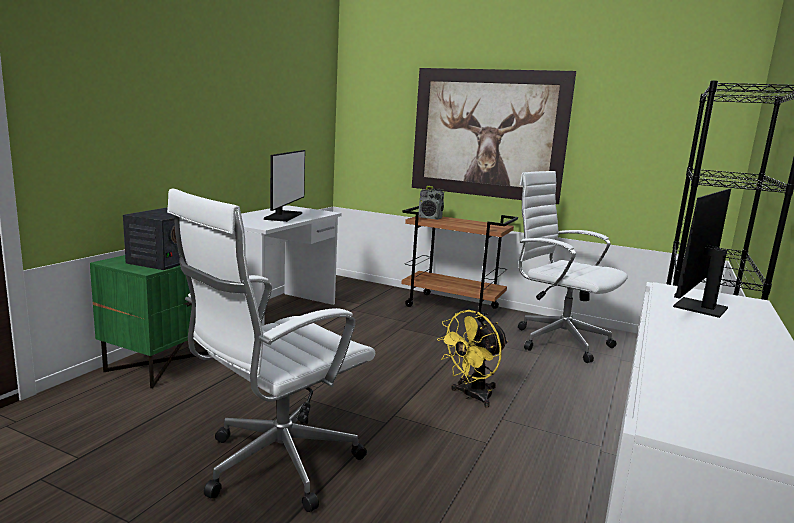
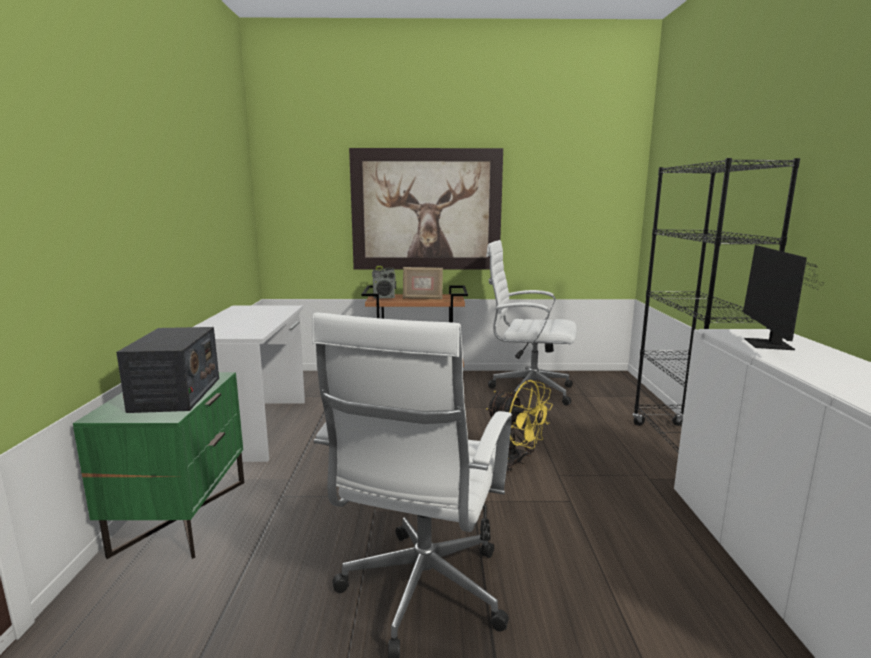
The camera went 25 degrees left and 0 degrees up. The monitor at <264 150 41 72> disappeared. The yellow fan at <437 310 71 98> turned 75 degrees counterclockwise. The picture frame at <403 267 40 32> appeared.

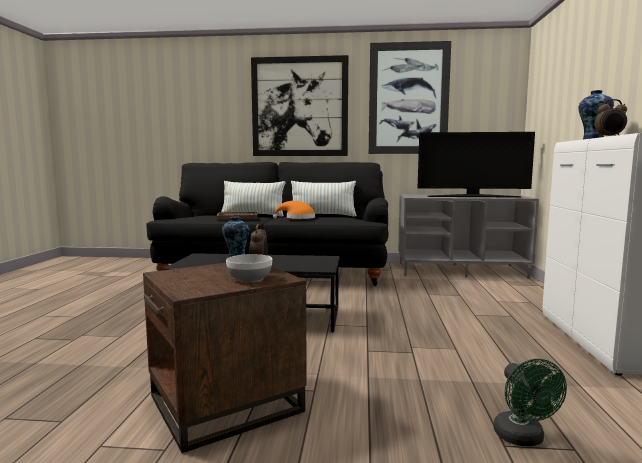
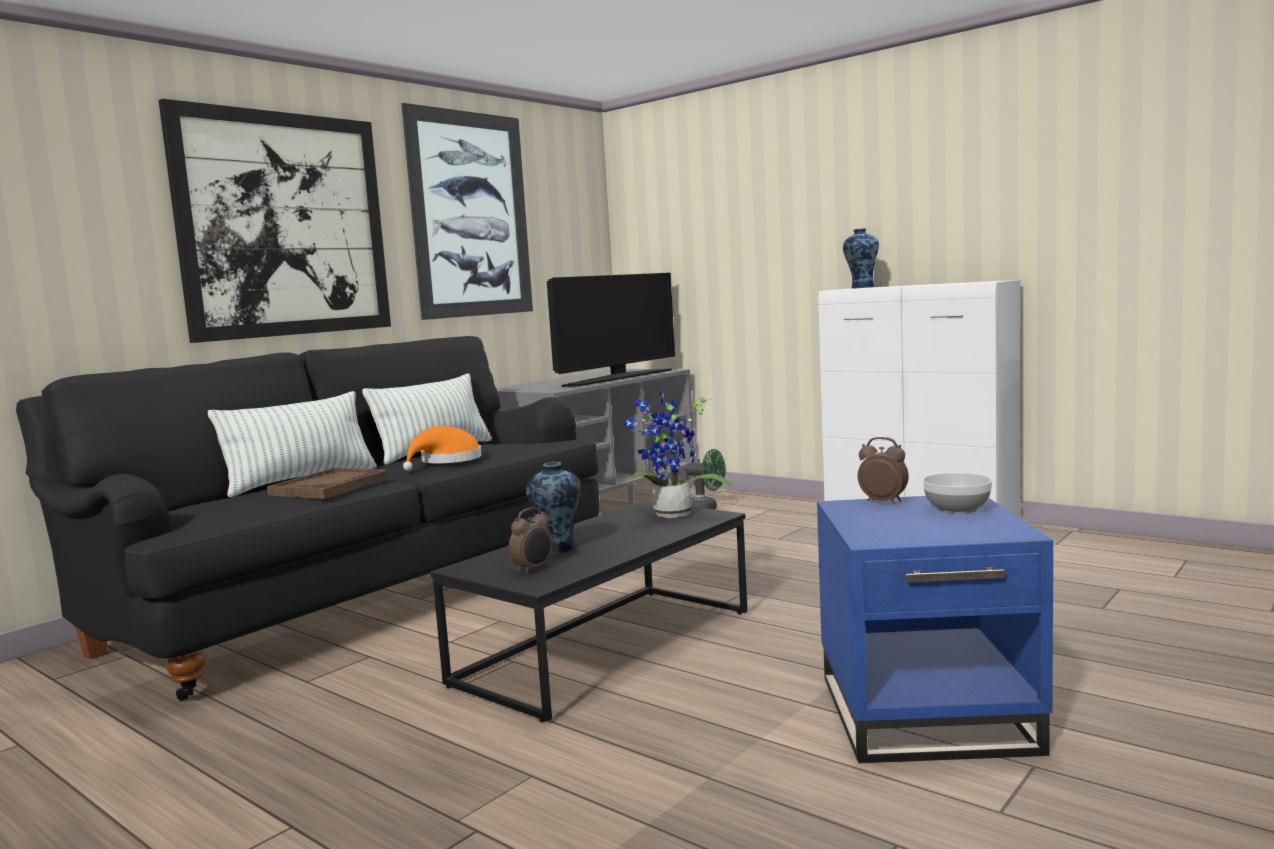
The camera went 55 degrees left and 0 degrees up. The brown side table at <143 263 164 190> became the blue side table at <817 496 236 267>. The green fan moved from <493 359 74 87> to <685 449 41 60>. The alarm clock moved from <595 99 32 38> to <509 508 44 66>. The potted plant at <623 390 109 128> appeared.

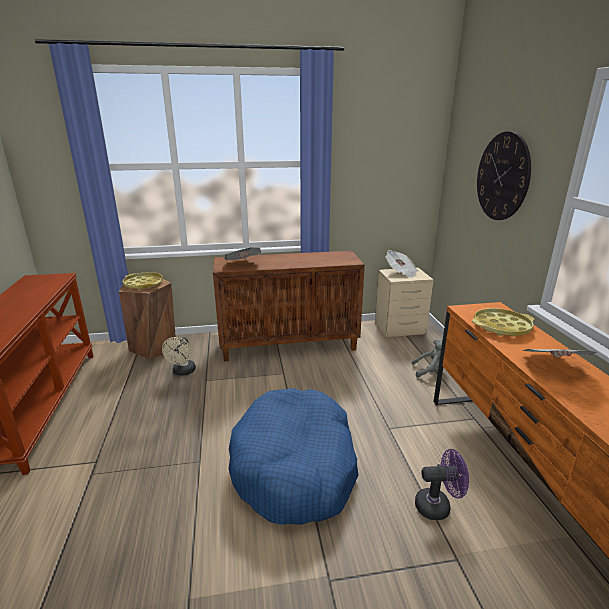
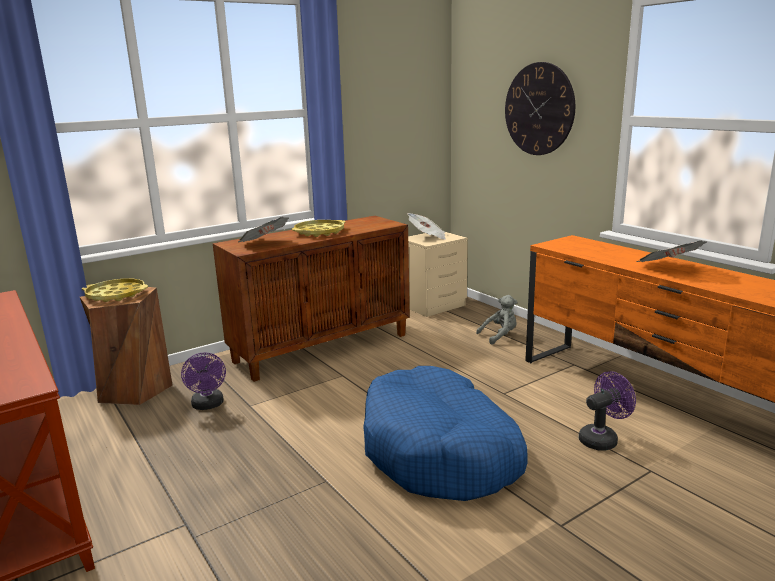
The camera went 25 degrees left and 5 degrees down. The beige fan at <162 337 34 39> became the purple fan at <181 352 45 58>. The yellow tray moved from <472 308 62 29> to <292 220 54 17>.

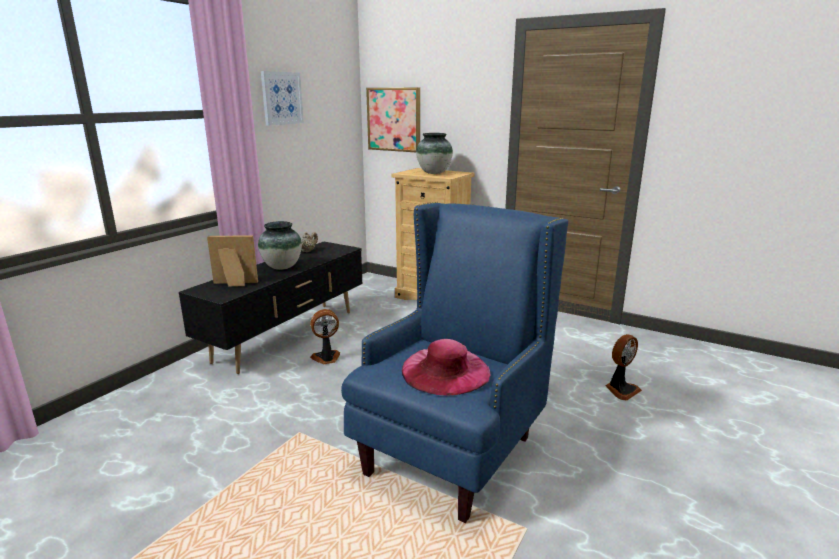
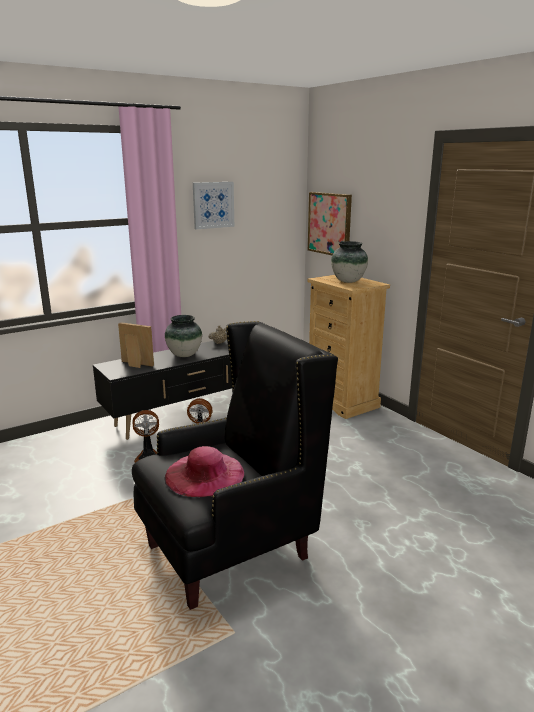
The camera went 25 degrees right and 0 degrees up. The blue armchair at <341 202 227 321> became the black armchair at <132 321 206 289>. The fan moved from <605 334 37 67> to <132 410 27 53>.

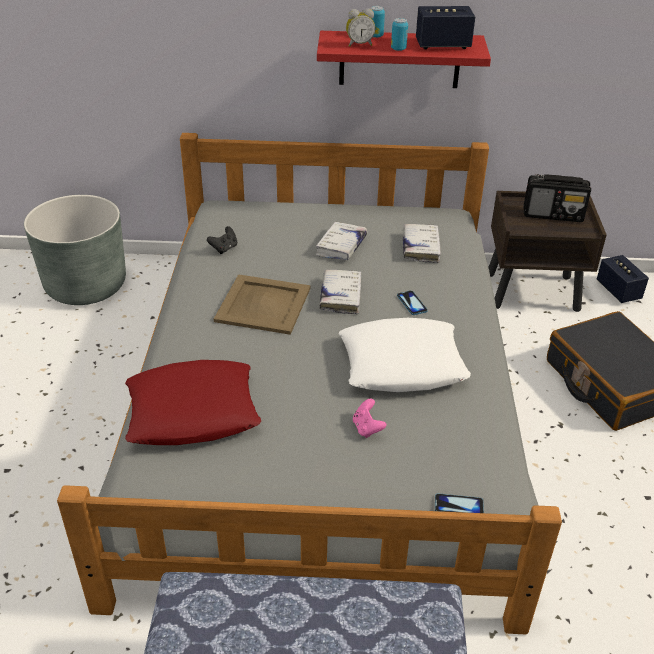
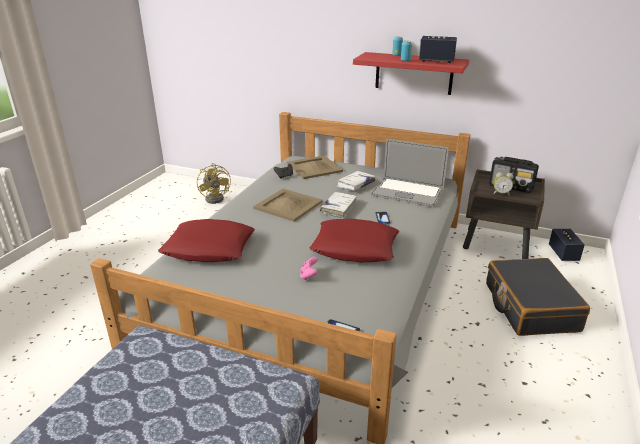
The camera went 20 degrees right and 10 degrees down. The grey planter at <24 195 102 110> was replaced by the yellow fan at <197 163 34 41>. The white pillow at <339 318 132 74> became the red pillow at <309 219 91 43>. The alarm clock moved from <346 8 29 39> to <493 172 20 23>. The white book at <403 224 38 39> was replaced by the laptop at <371 139 78 68>. The beige tray at <287 156 56 23> appeared.

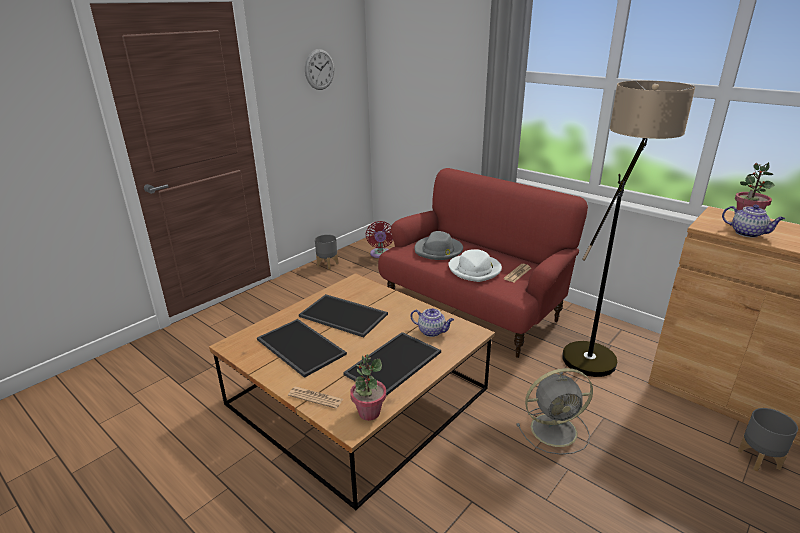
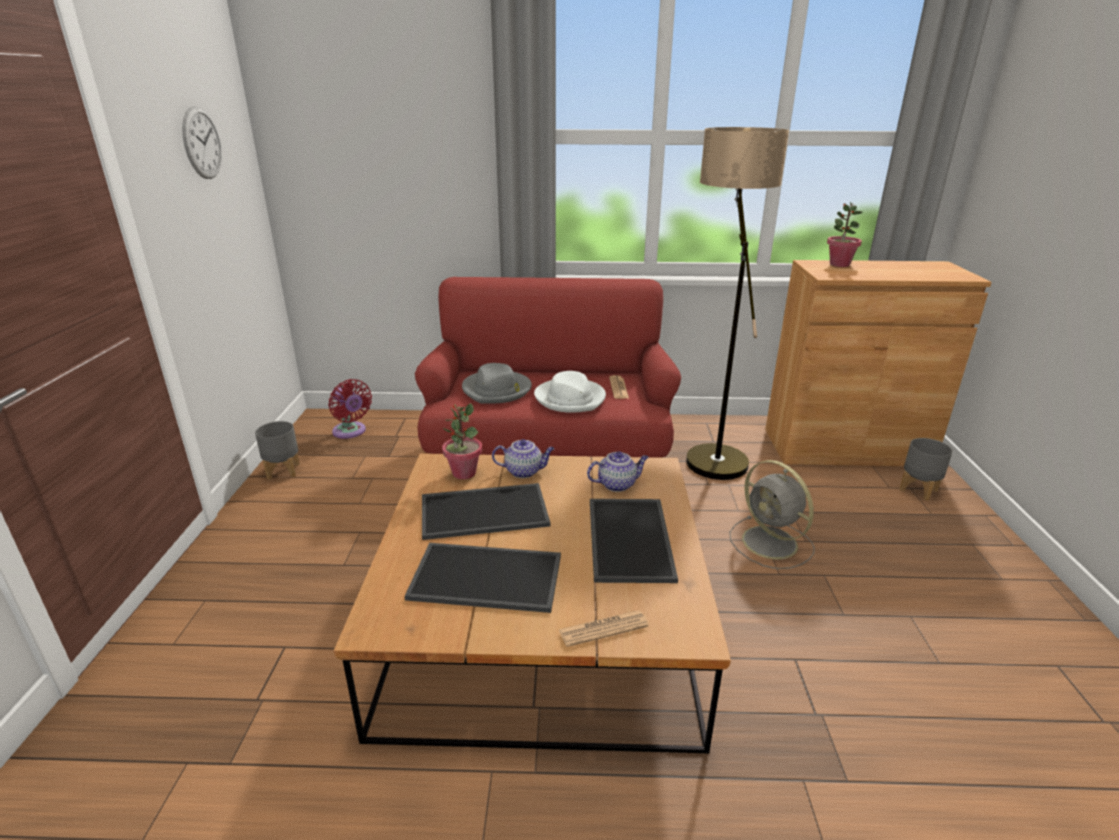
The camera went 40 degrees left and 0 degrees up. The potted plant moved from <350 354 36 67> to <442 403 40 76>. The grey fan at <516 368 77 87> turned 105 degrees clockwise. The teapot moved from <722 205 63 33> to <492 439 63 39>.

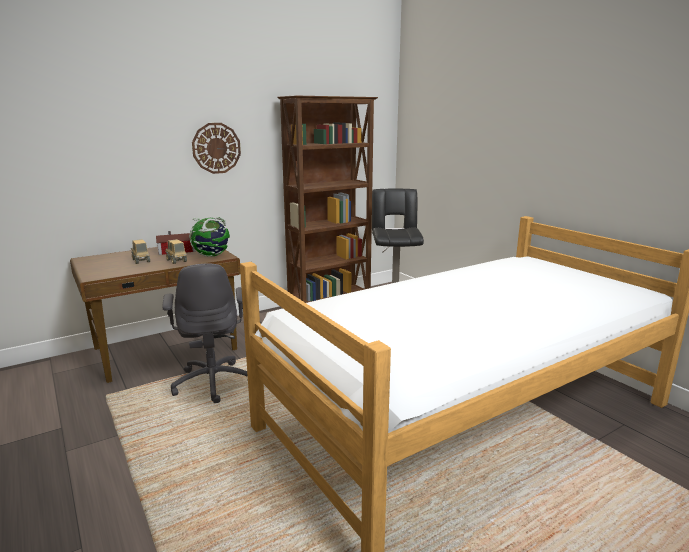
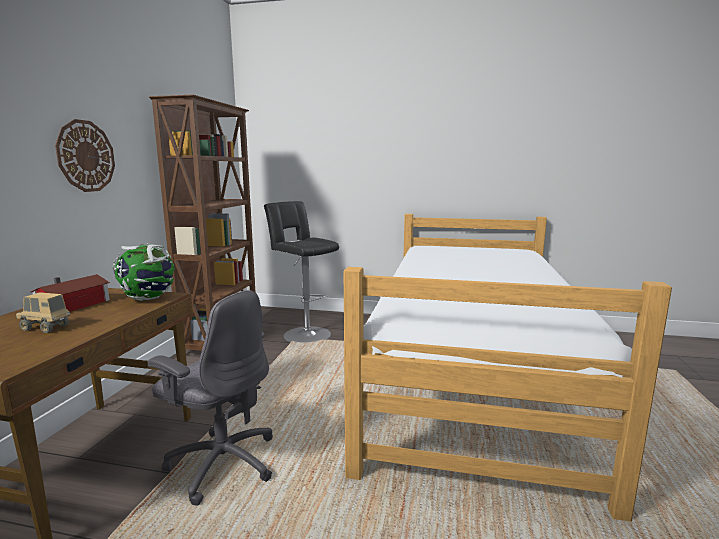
The camera went 45 degrees left and 5 degrees down. The toy truck at <166 239 21 25> disappeared.

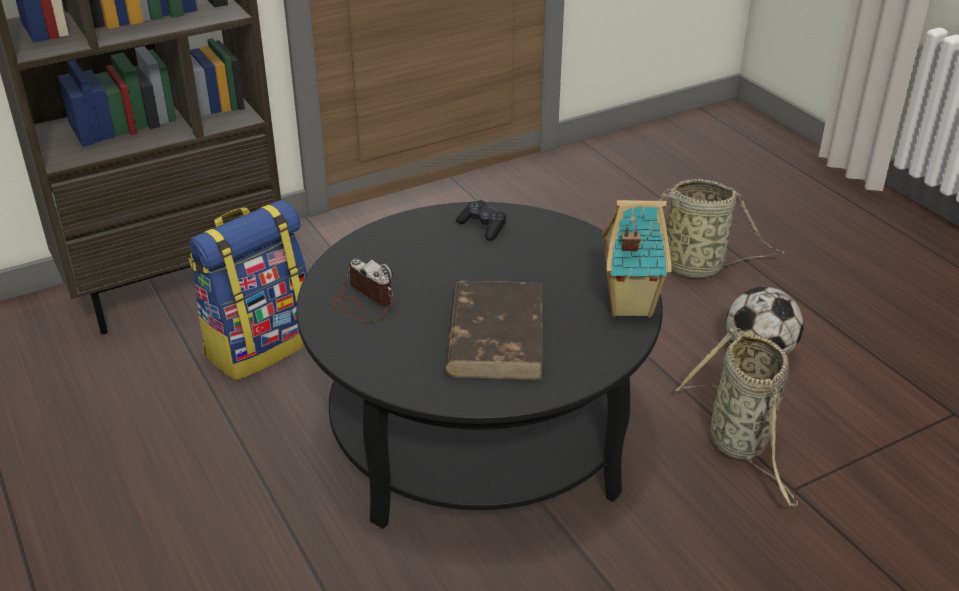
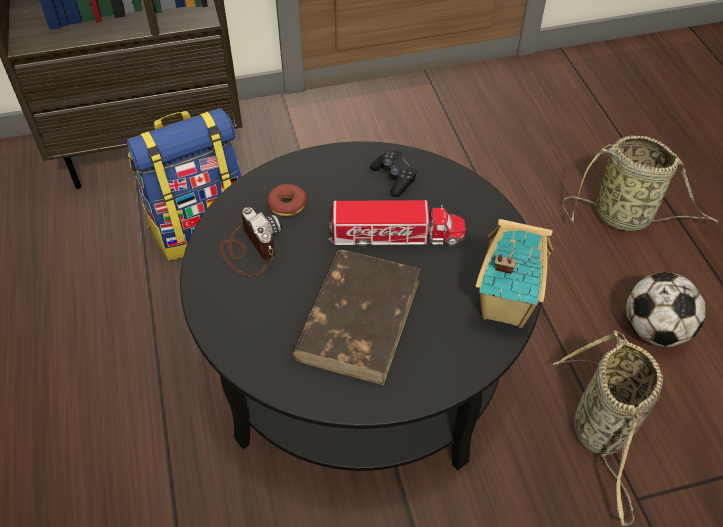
The camera went 15 degrees right and 15 degrees up. The donut at <267 184 40 32> appeared. The toy truck at <328 200 138 46> appeared.

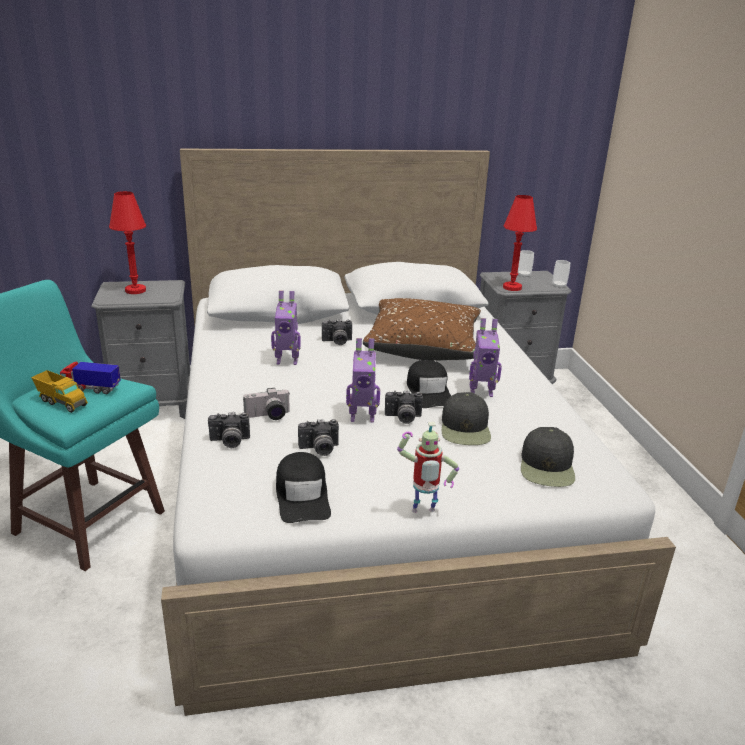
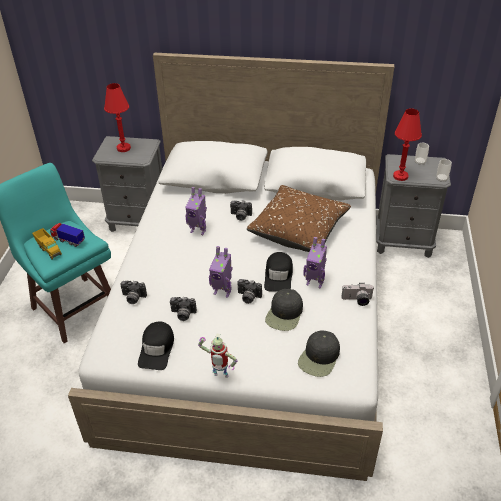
The camera went 20 degrees right and 15 degrees up. The photo camera moved from <243 388 47 32> to <341 283 33 23>.

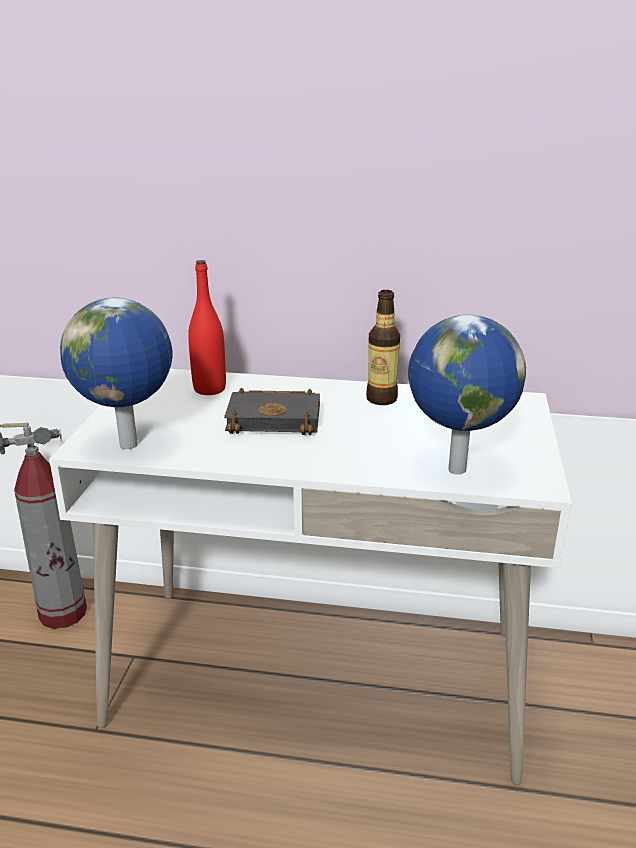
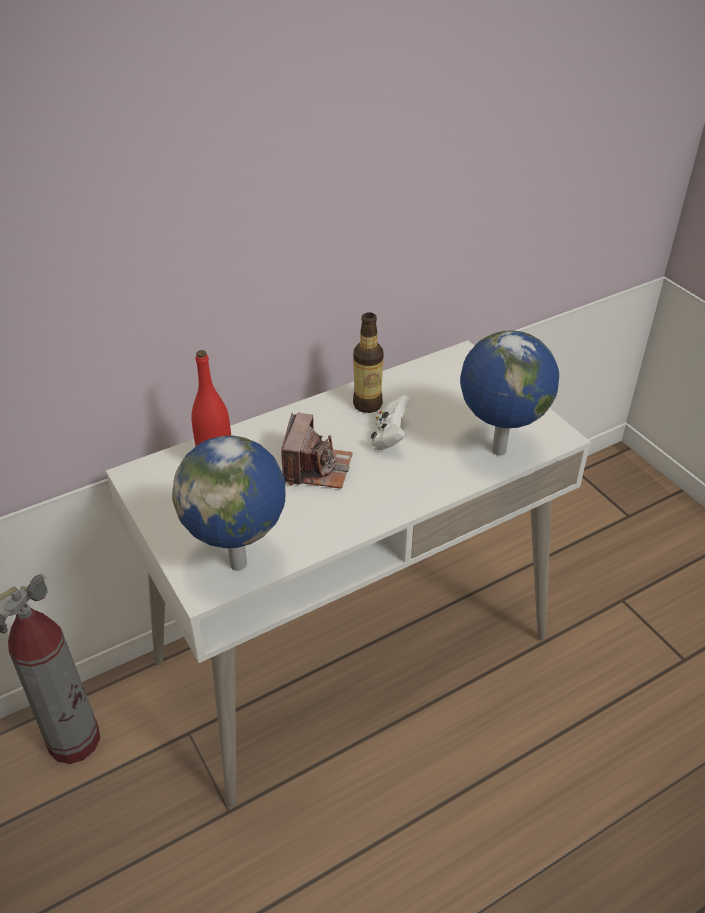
The camera went 40 degrees left and 15 degrees up. The black book at <224 387 96 48> was replaced by the photo camera at <281 412 72 77>. The white game controller at <371 396 40 54> appeared.

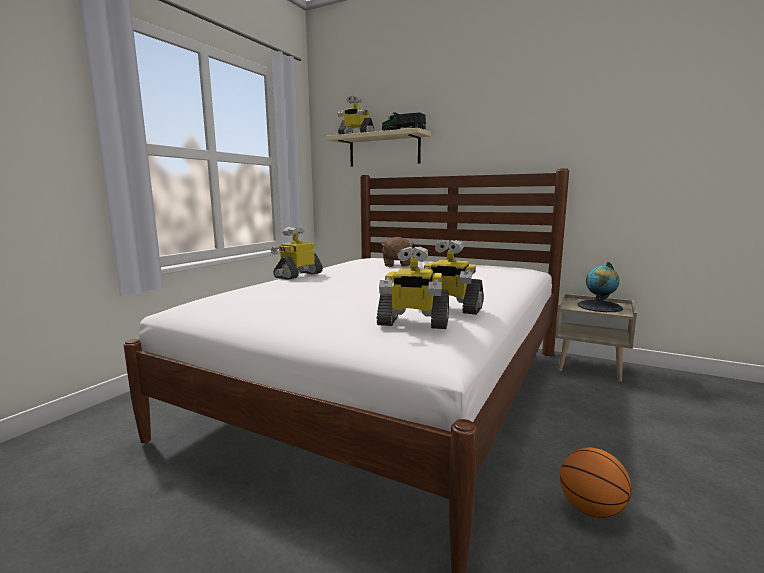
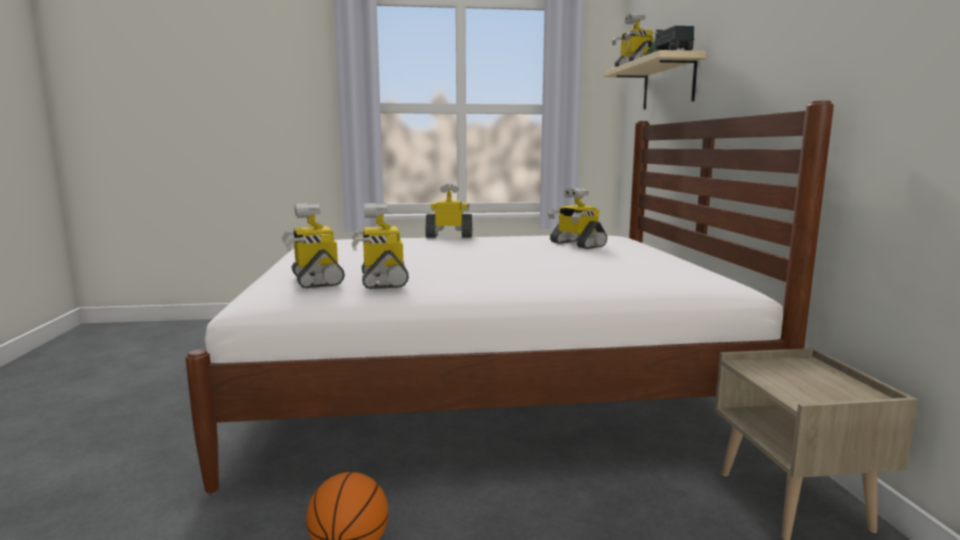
The camera went 55 degrees right and 0 degrees up. The brown plush toy at <381 237 33 30> was replaced by the toy robot at <548 188 59 61>. The globe at <577 262 46 50> disappeared.

